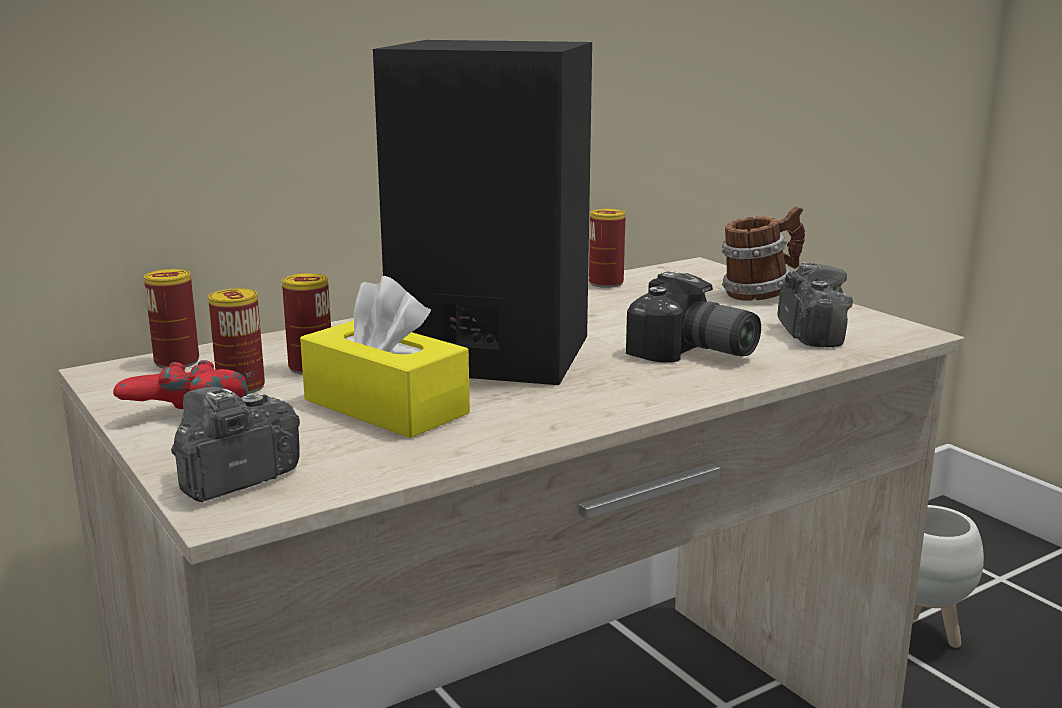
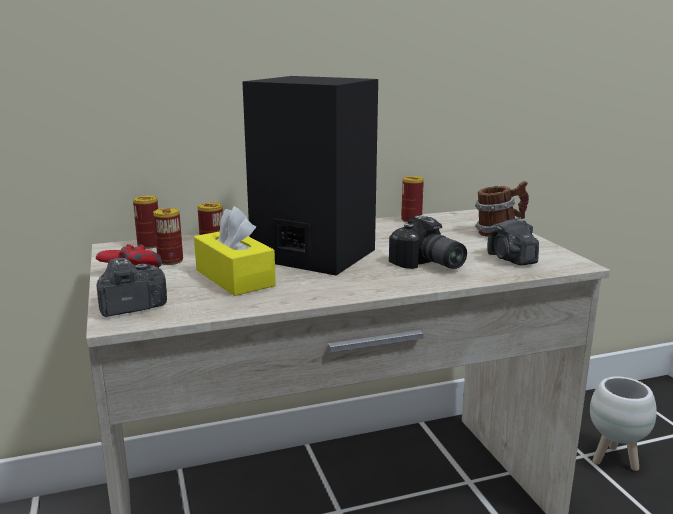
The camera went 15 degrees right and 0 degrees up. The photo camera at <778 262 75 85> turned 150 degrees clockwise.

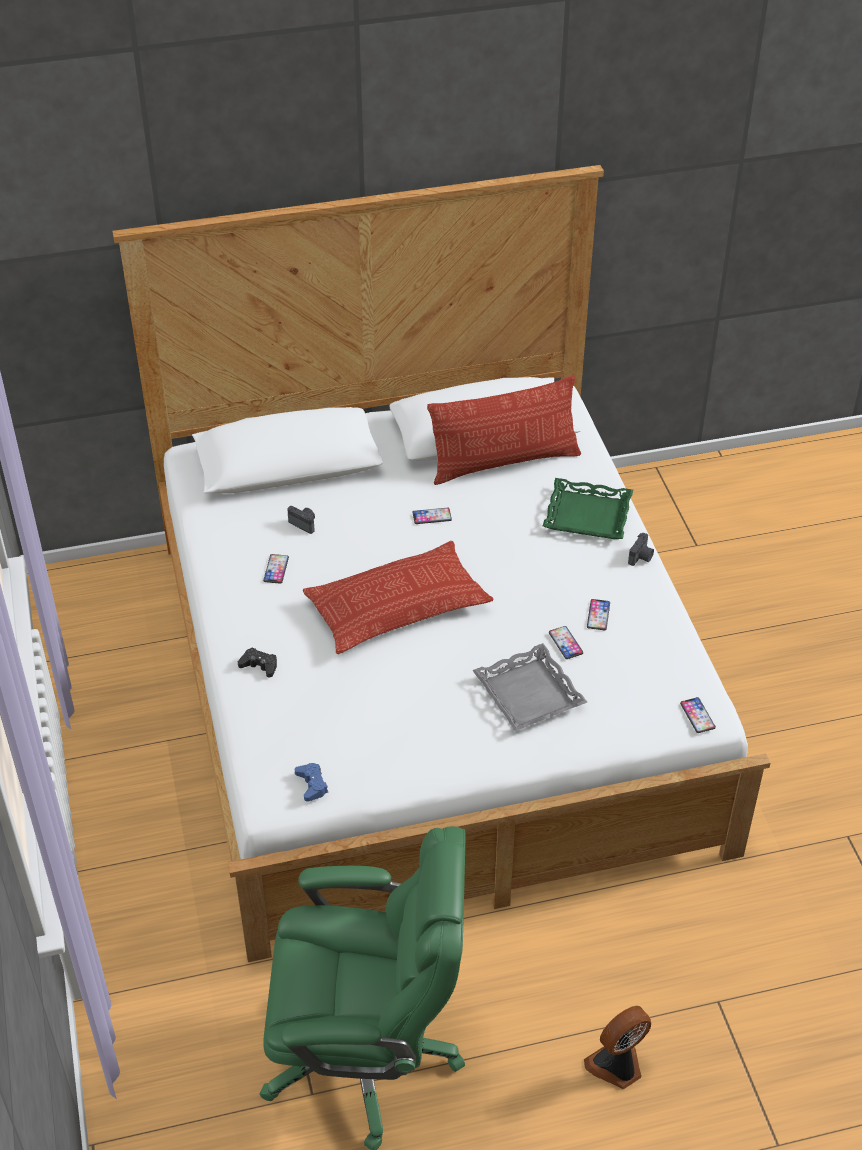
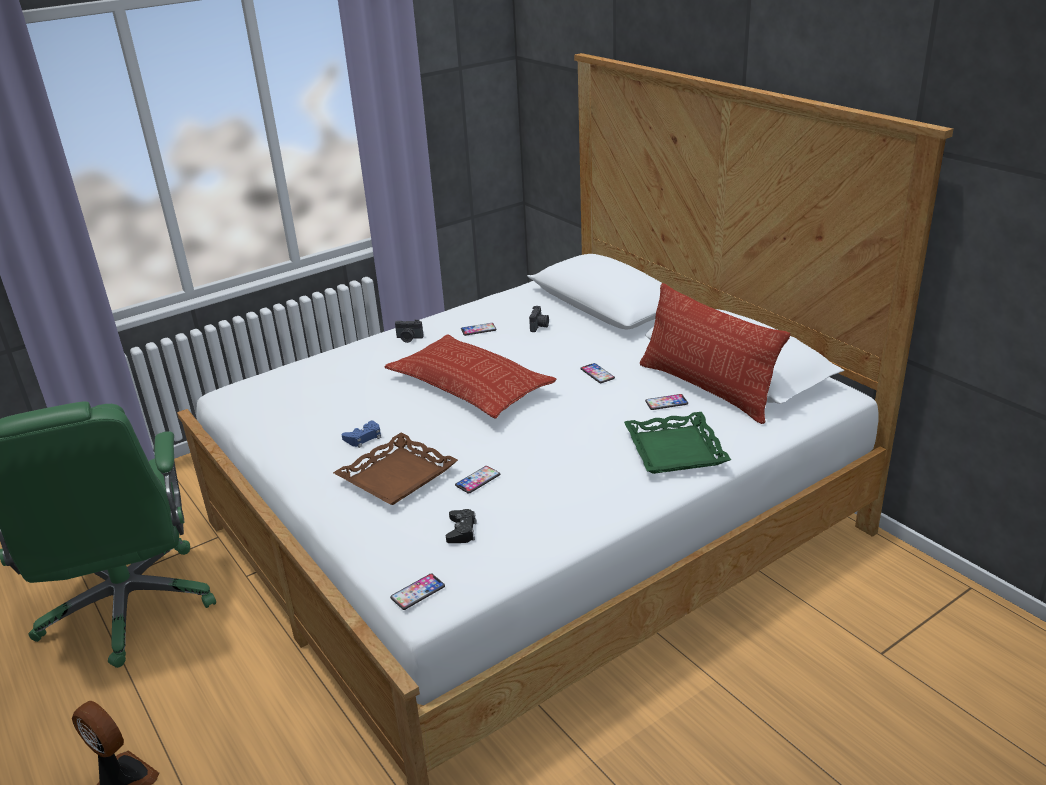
The camera went 70 degrees right and 15 degrees down. The black game controller moved from <238 648 39 30> to <446 509 31 34>. The blue game controller moved from <295 763 33 39> to <342 421 39 27>. The grey tray at <473 643 114 88> became the brown tray at <333 433 125 72>. The phone moved from <587 599 23 31> to <645 394 43 16>. The photo camera moved from <628 533 26 33> to <395 320 29 23>.

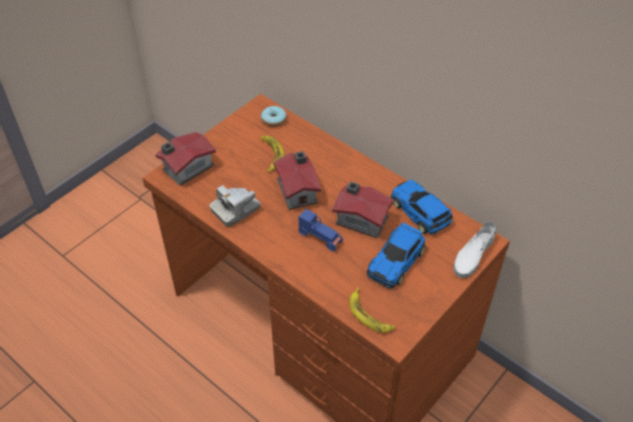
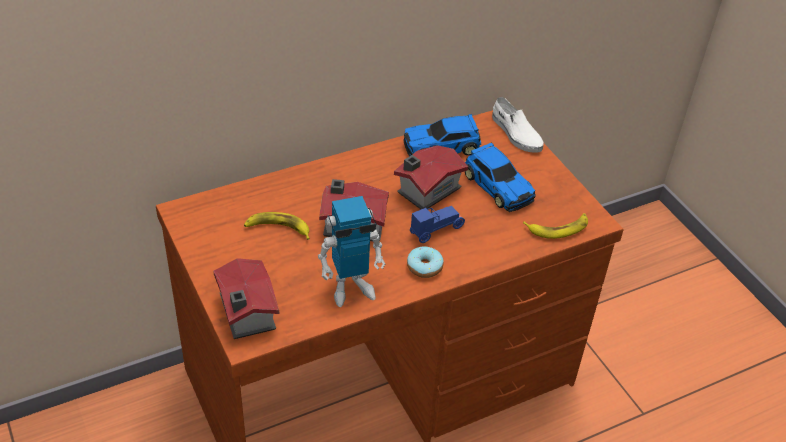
The camera went 70 degrees left and 5 degrees down. The photo camera at <209 185 52 42> was replaced by the toy robot at <318 196 68 111>. The donut moved from <261 106 25 21> to <407 246 37 32>.

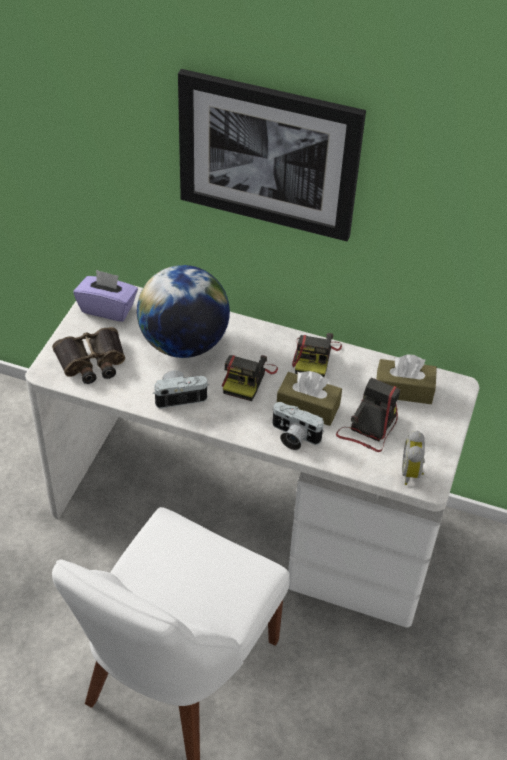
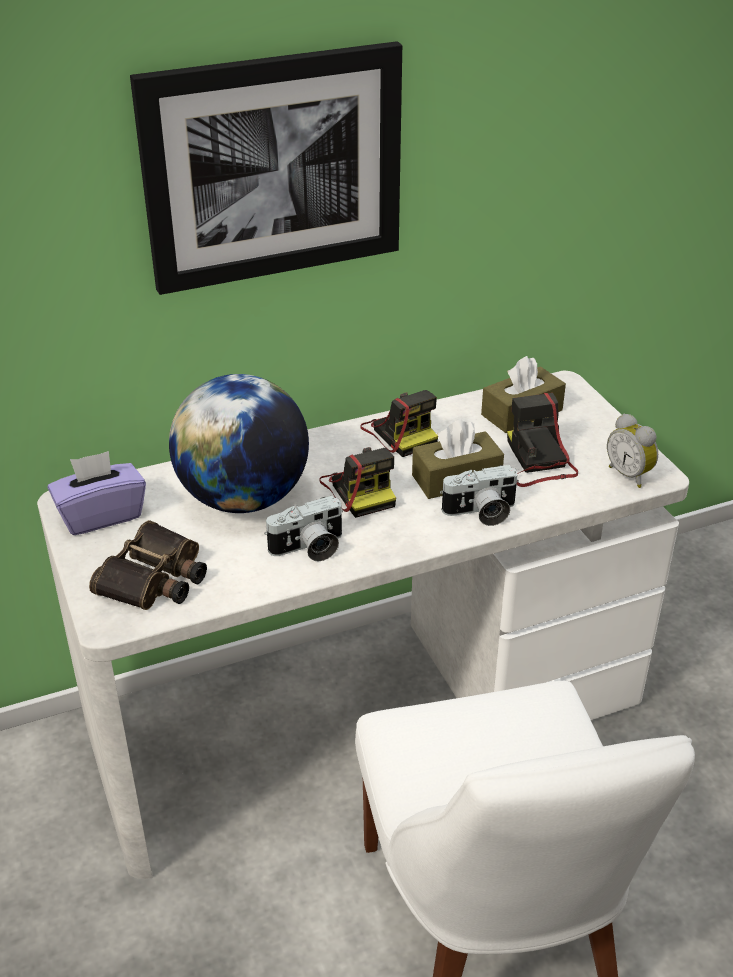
The camera went 40 degrees left and 10 degrees down. The photo camera at <153 370 56 39> turned 150 degrees counterclockwise.

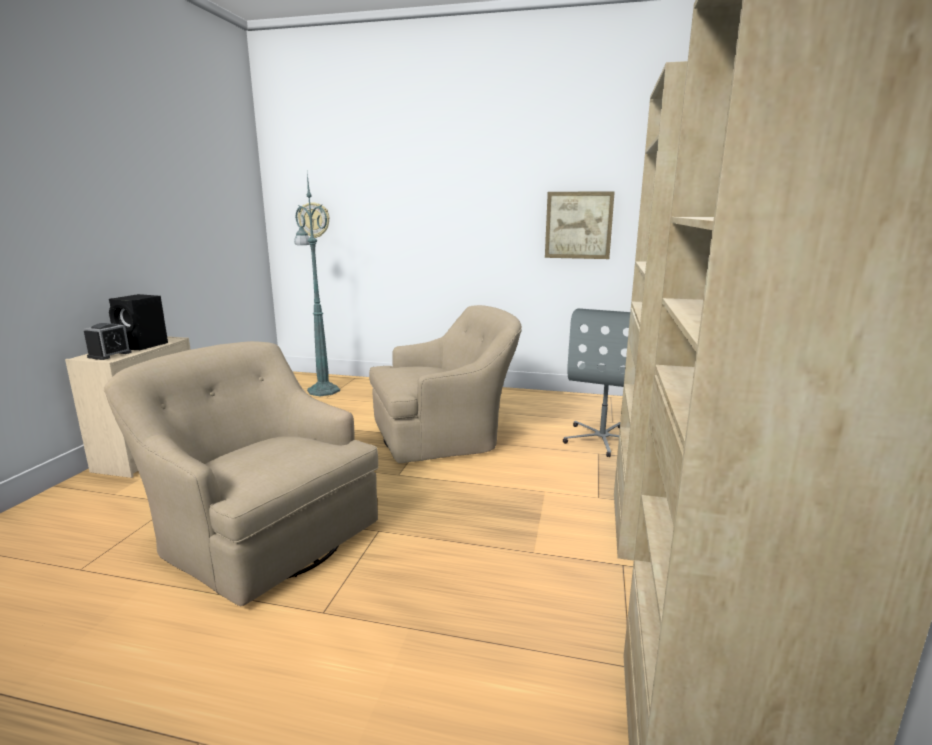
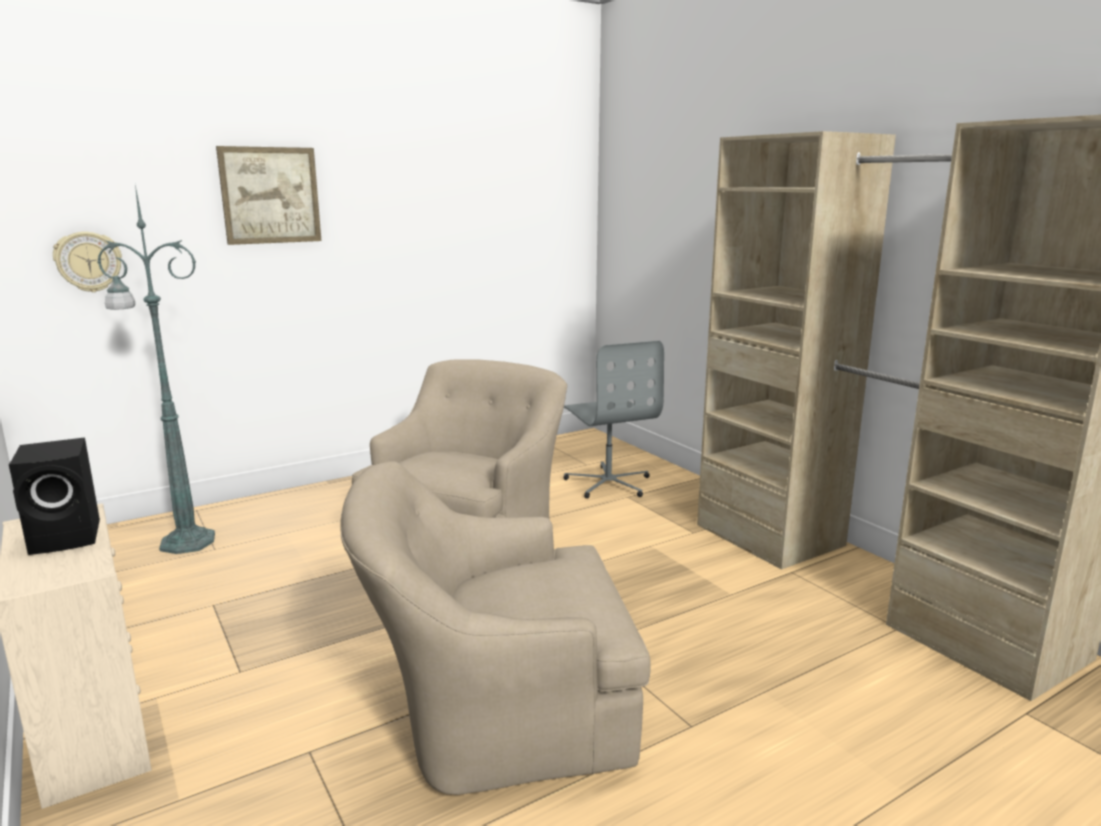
The camera went 45 degrees left and 0 degrees up. The alarm clock at <84 323 48 37> disappeared. The picture moved from <545 192 70 67> to <216 146 105 99>.

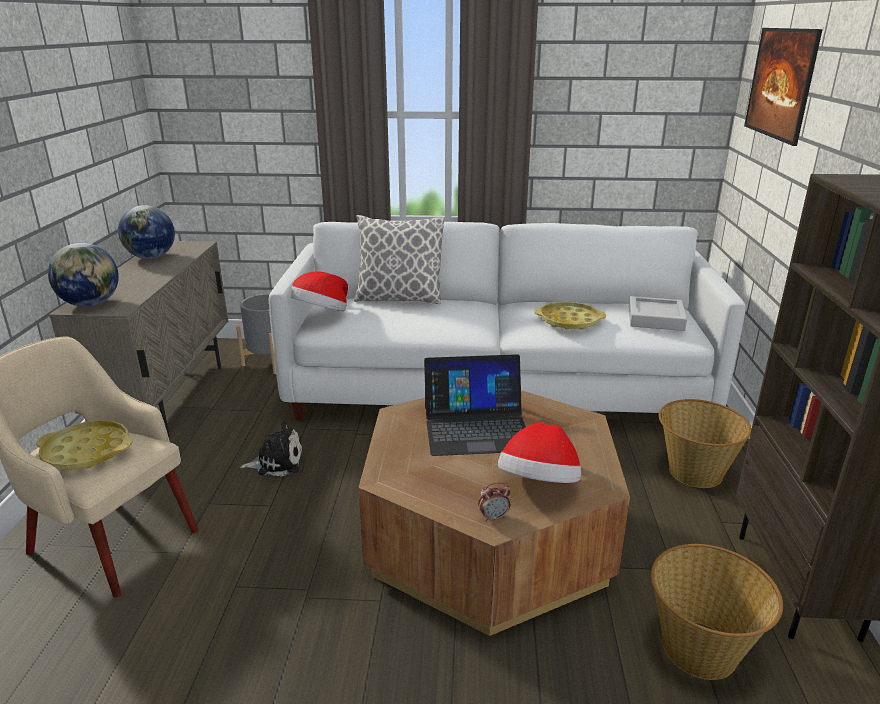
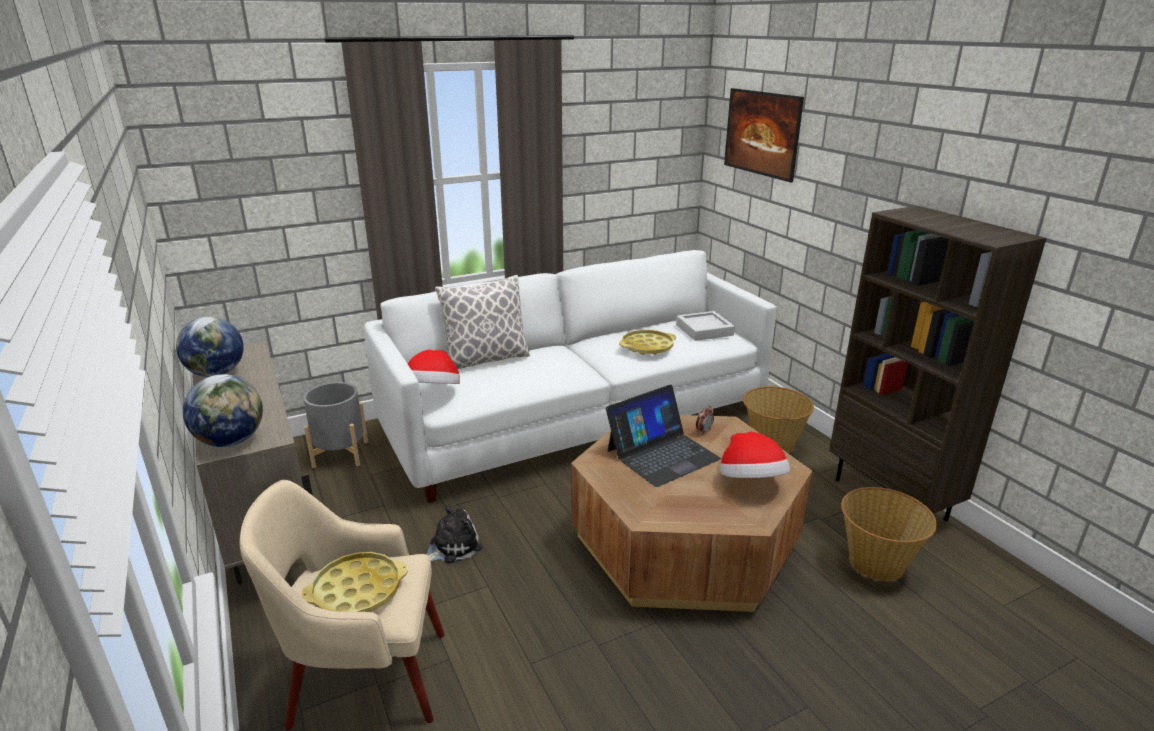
The camera went 30 degrees left and 0 degrees up. The alarm clock moved from <478 482 32 40> to <696 406 18 29>.

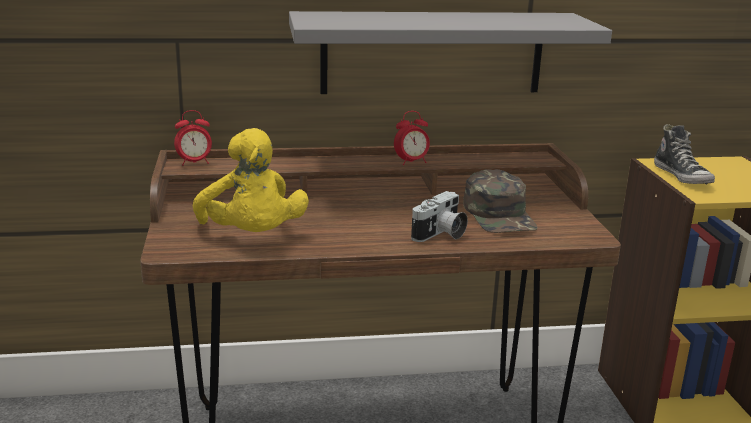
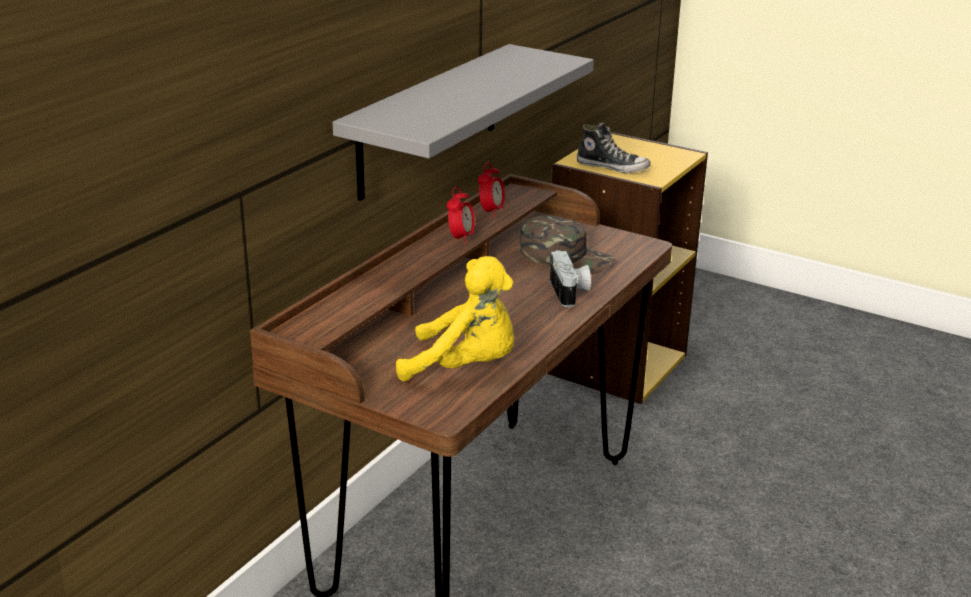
The camera went 50 degrees left and 5 degrees up. The alarm clock moved from <174 110 38 56> to <478 162 27 55>.

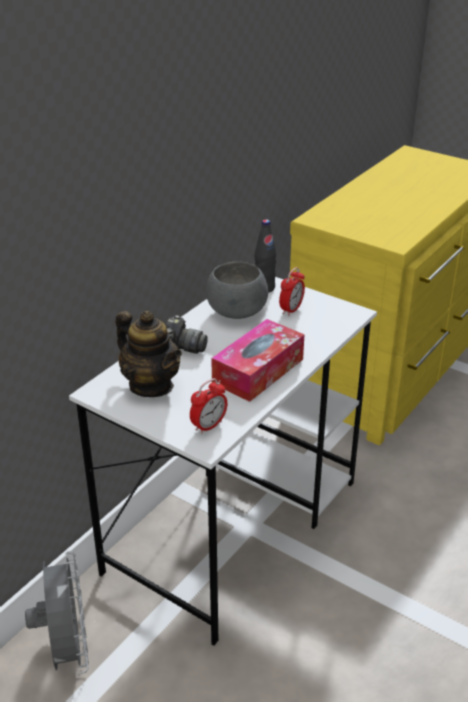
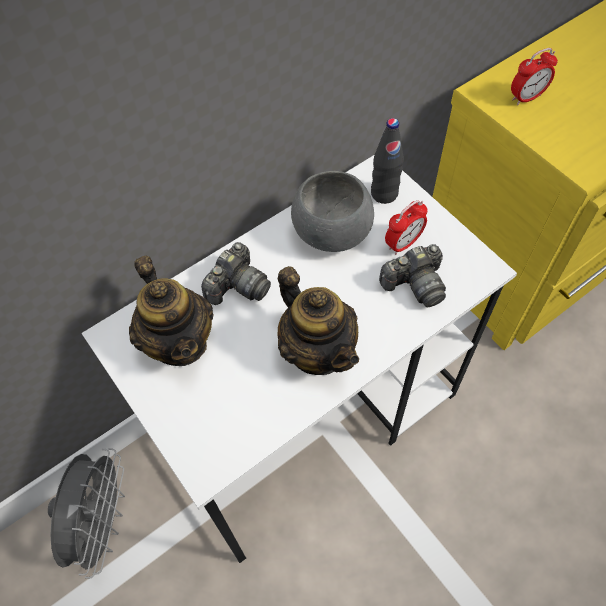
The camera went 20 degrees right and 25 degrees up. The alarm clock moved from <190 378 37 56> to <511 48 47 57>. The tissue box at <211 319 94 83> was replaced by the teapot at <278 266 81 109>. The photo camera at <379 244 67 63> appeared.

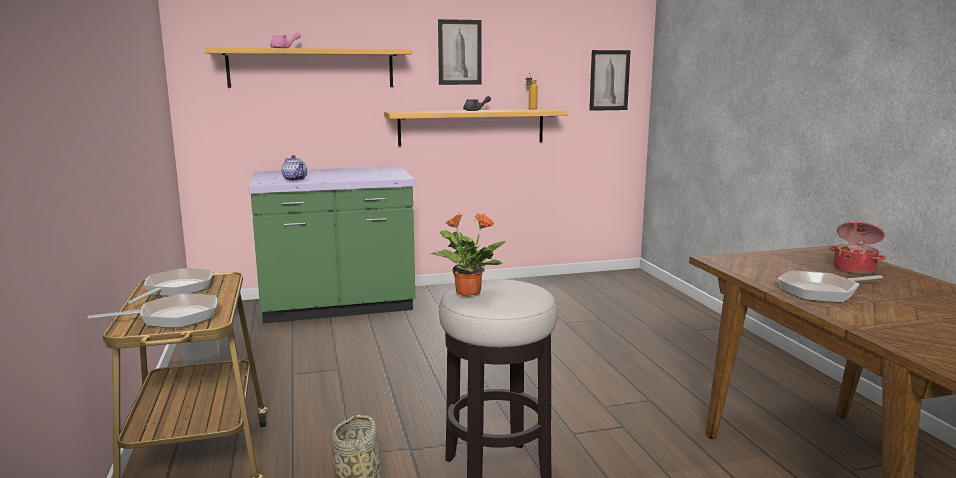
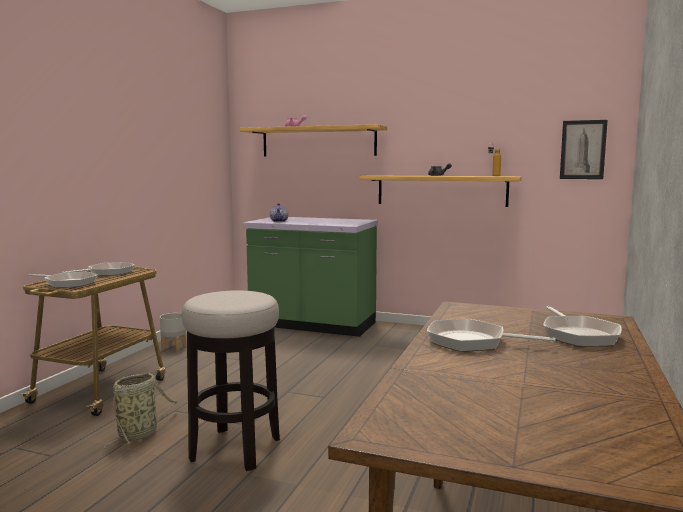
The camera went 35 degrees right and 5 degrees down. The potted plant at <431 213 75 84> disappeared. The picture at <438 19 44 66> disappeared. The cooking pot at <829 222 57 52> was replaced by the frying pan at <543 306 79 41>.

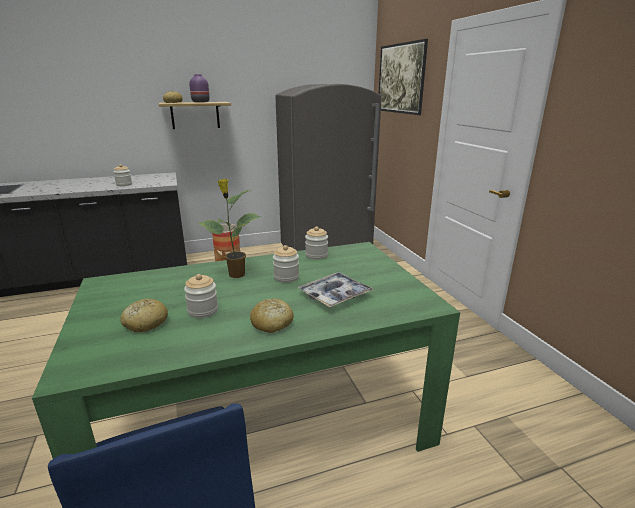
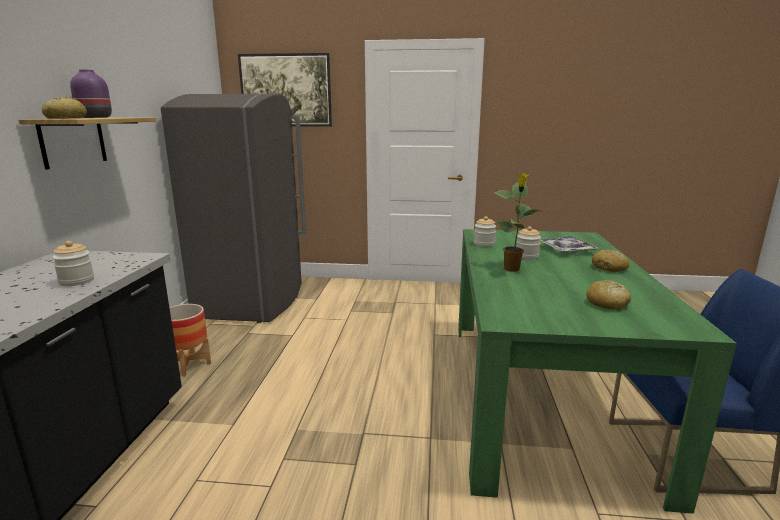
The camera went 65 degrees left and 5 degrees down. The jar at <184 274 34 44> disappeared.

